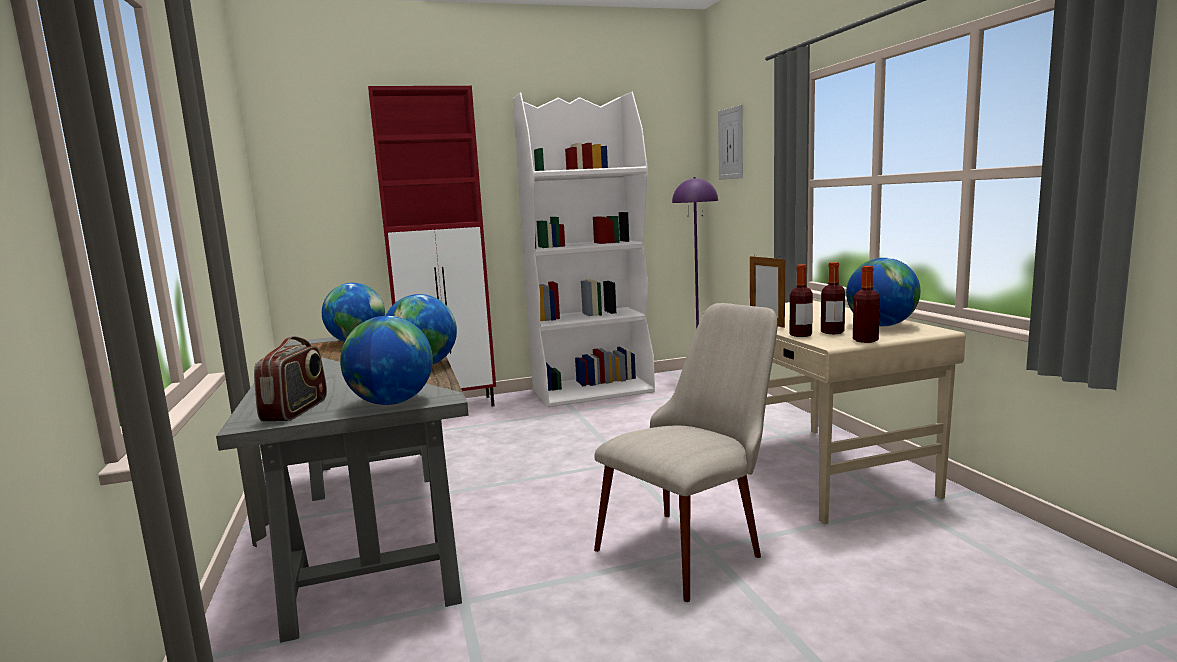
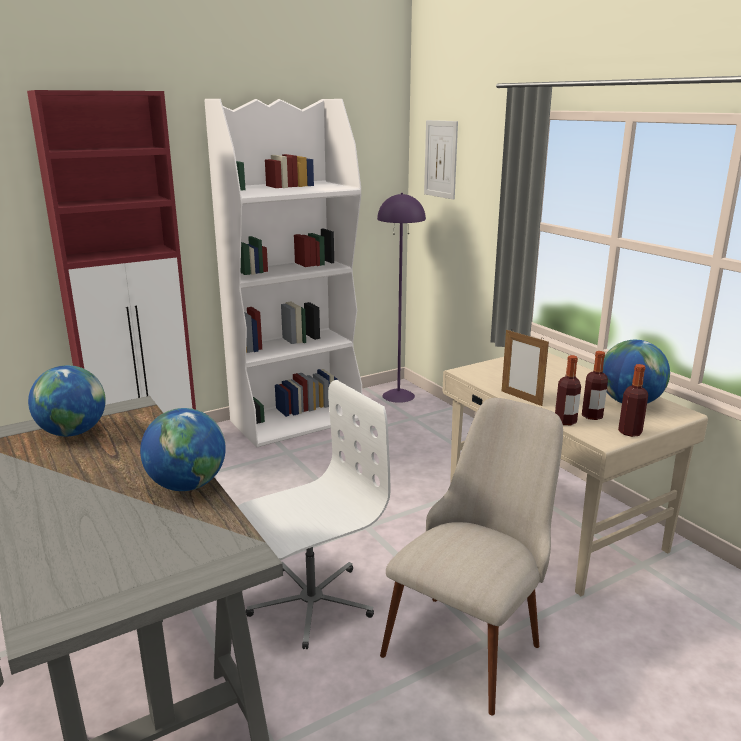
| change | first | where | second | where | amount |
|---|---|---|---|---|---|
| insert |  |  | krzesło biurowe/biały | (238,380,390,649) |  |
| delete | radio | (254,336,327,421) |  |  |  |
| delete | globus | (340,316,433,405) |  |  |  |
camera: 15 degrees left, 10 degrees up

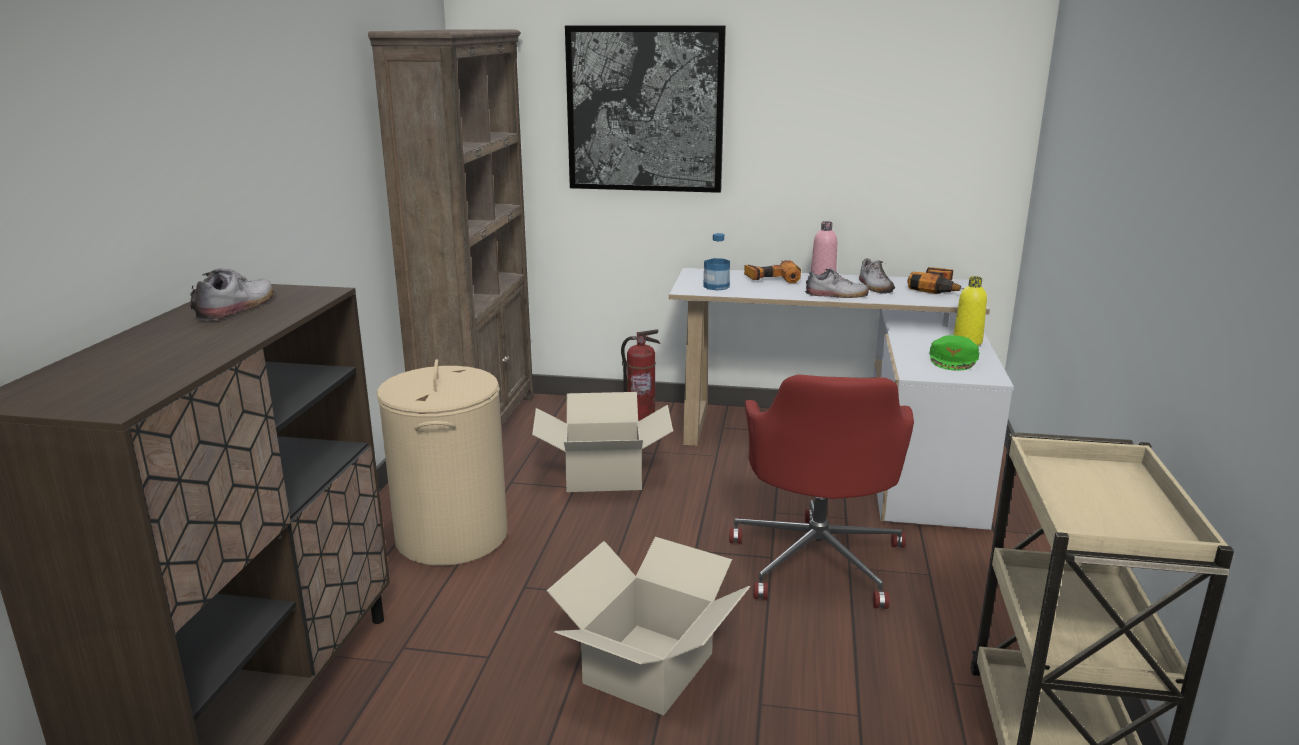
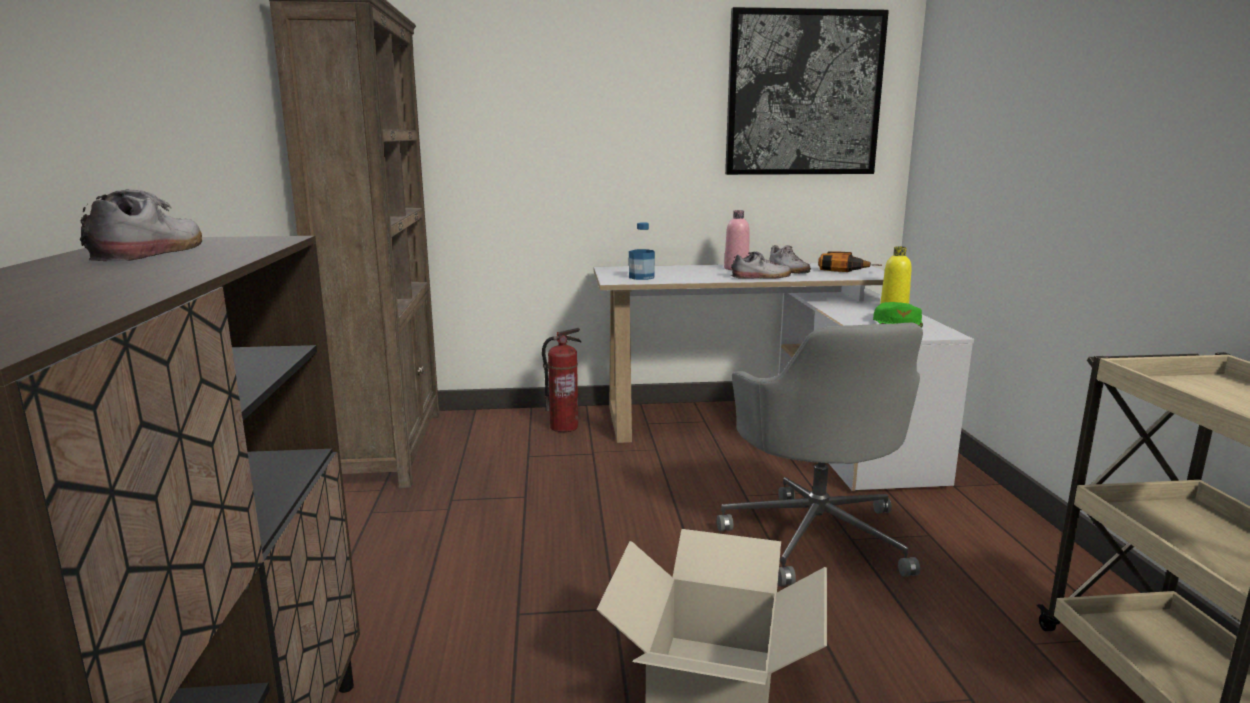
| change | first | where | second | where | amount |
|---|---|---|---|---|---|
| recolor | krzesło biurowe/czerwony | (730,375,914,609) | krzesło biurowe/szary | (717,322,923,586) |  |
| move | obraz | (565,25,726,193) |  | (725,7,889,175) |  |
| delete | kosz na pranie/beżowy | (377,359,508,566) |  |  |  |
| delete | karton | (532,392,673,492) |  |  |  |
| delete | wiertarka | (744,261,801,283) |  |  |  |
camera: 15 degrees left, 5 degrees down

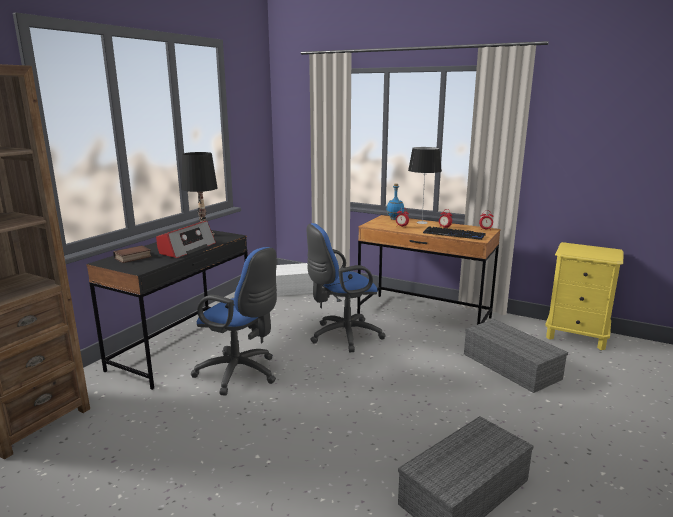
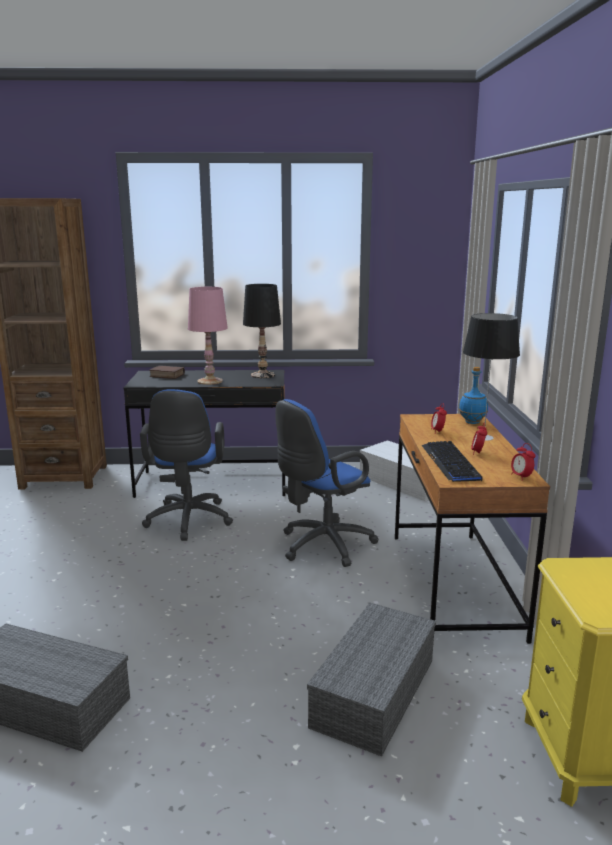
| change | first | where | second | where | amount |
|---|---|---|---|---|---|
| replace | radio | (156,221,216,258) | lampa stołowa/różowy | (188,287,228,385) |  |
| rotate | krzesło biurowe/niebieski | (307,223,385,352) |  | (275,399,379,567) | 75 degrees counterclockwise |
camera: 60 degrees right, 0 degrees up

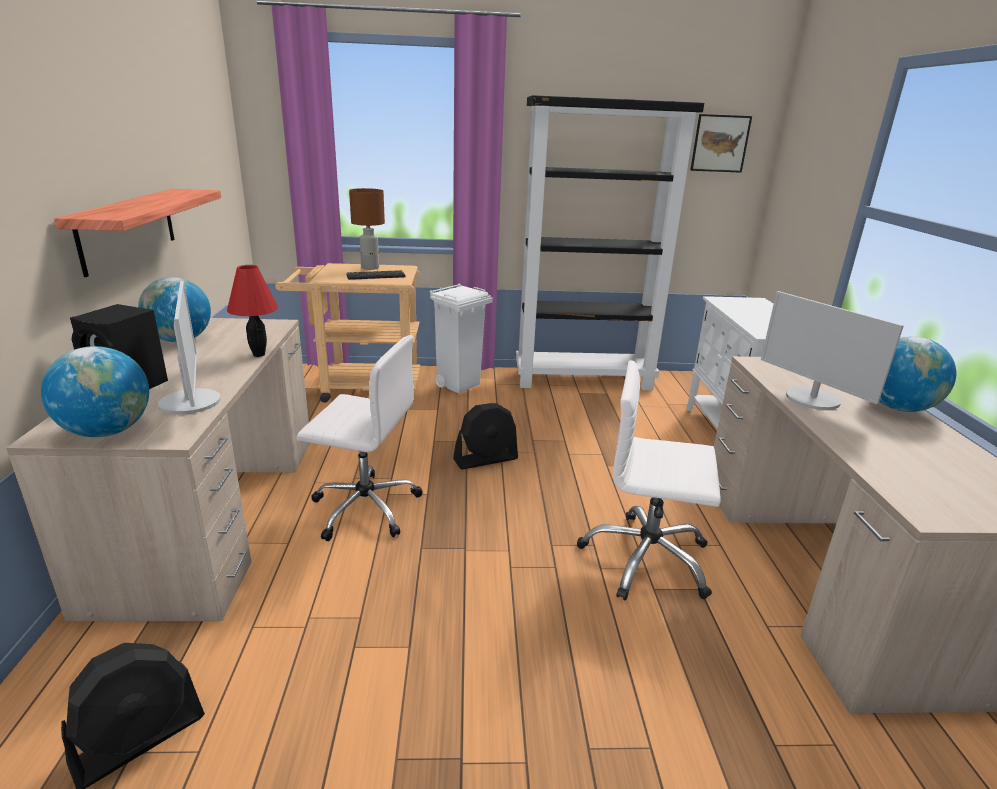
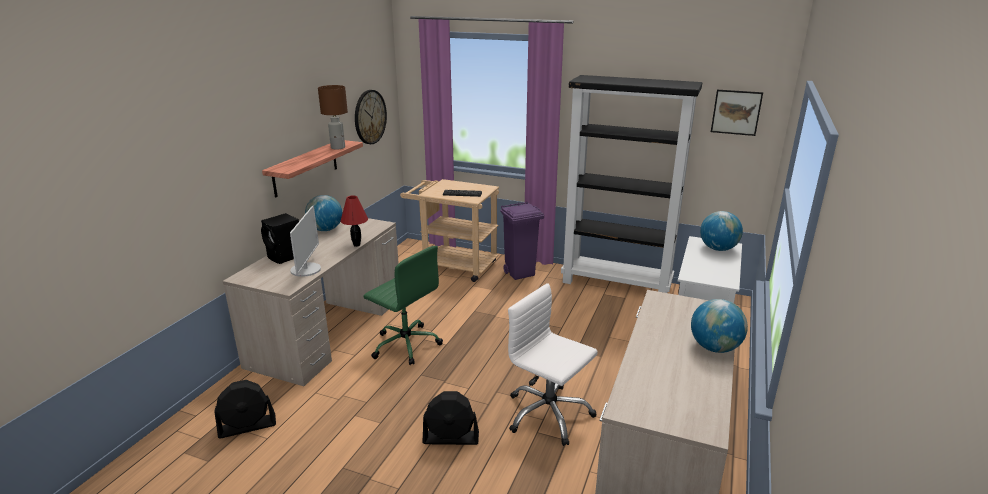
| change | first | where | second | where | amount |
|---|---|---|---|---|---|
| move | lampa stołowa/brązowy | (349,188,385,270) |  | (318,85,348,150) |  |
| insert |  |  | zegar ścienny | (355,90,387,144) |  |
| recolor | krzesło biurowe/biały | (297,335,423,541) | krzesło biurowe/zielony | (363,246,443,365) |  |
| move | wentylator/czarny | (453,403,518,469) |  | (422,391,479,445) |  |
| recolor | kosz na śmieci/biały | (430,284,493,393) | kosz na śmieci/fioletowy | (500,201,544,280) |  |
| move | globus | (41,346,149,437) |  | (700,211,743,251) |  |
| delete | monitor | (761,291,904,410) |  |  |  |
camera: 25 degrees right, 0 degrees up

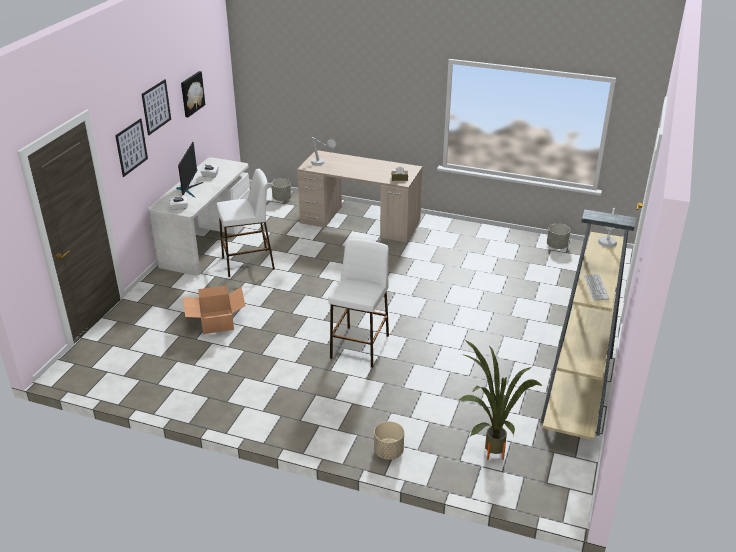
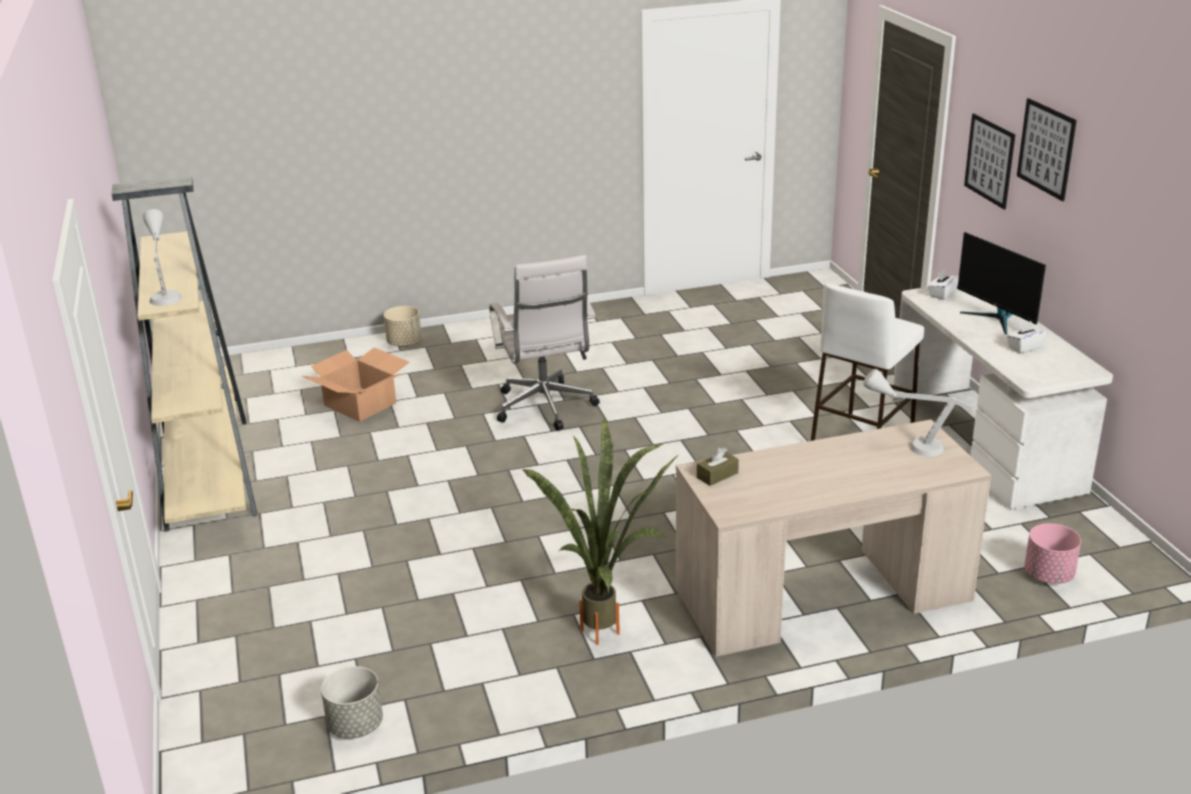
| change | first | where | second | where | amount |
|---|---|---|---|---|---|
| move | karton | (183,285,245,334) |  | (302,347,410,422) |  |
| replace | stołek/biały | (328,238,389,368) | krzesło biurowe/biały | (489,255,600,431) |  |
| move | roślina doniczkowa | (459,340,542,460) |  | (522,417,680,645) |  |
| recolor | donica/szary | (271,178,292,201) | donica/różowy | (1024,523,1081,584) |  |
| delete | obraz | (181,71,205,117) |  |  |  |
| delete | klawiatura | (584,274,609,300) |  |  |  |
camera: 145 degrees right, 5 degrees down

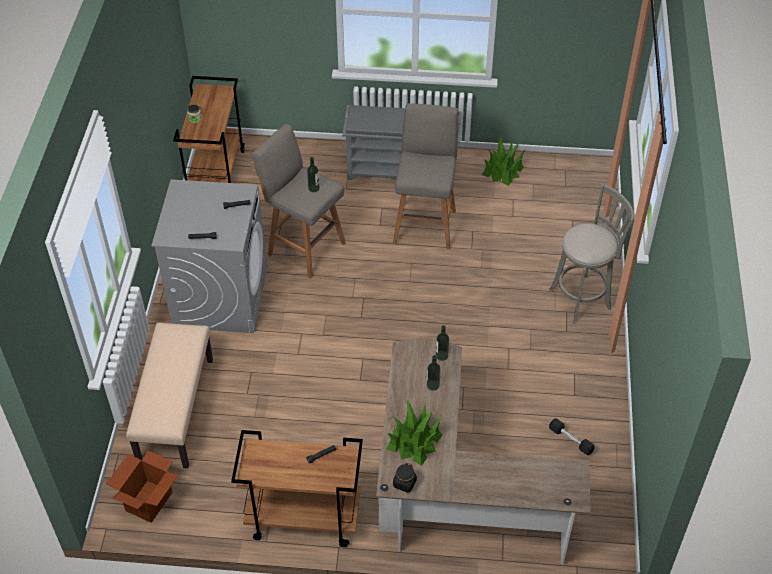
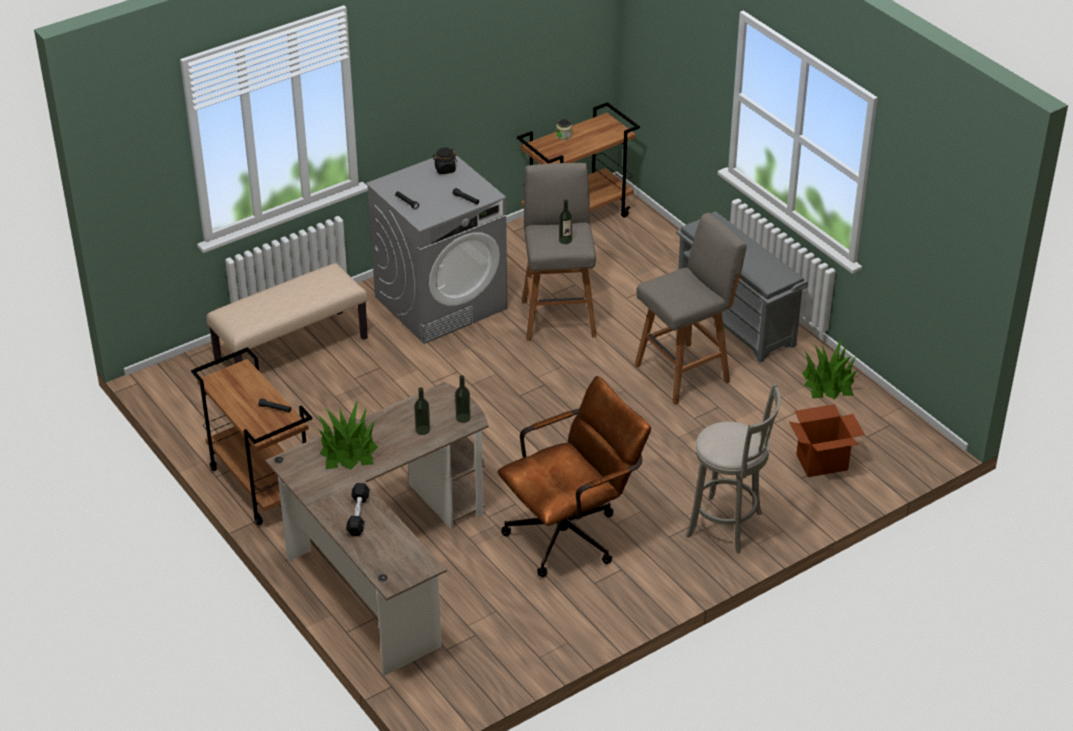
| change | first | where | second | where | amount |
|---|---|---|---|---|---|
| move | hantel/czarny | (549,418,595,455) |  | (346,483,370,536) |  |
| move | słoik/czarny | (393,463,417,493) |  | (432,147,457,174) |  |
| insert |  |  | krzesło biurowe/brązowy | (497,376,651,577) |  |
| move | karton | (106,451,178,523) |  | (789,404,865,477) |  |
camera: 50 degrees right, 10 degrees down

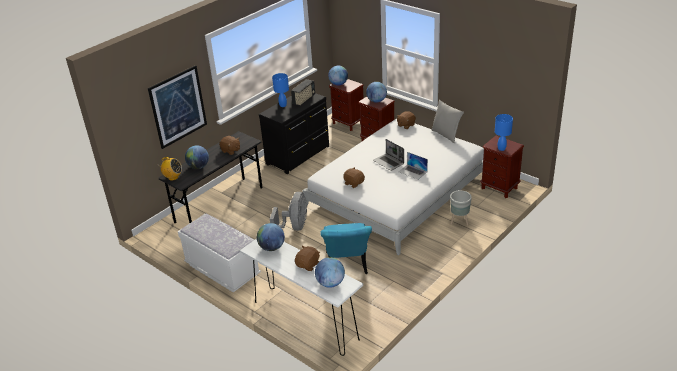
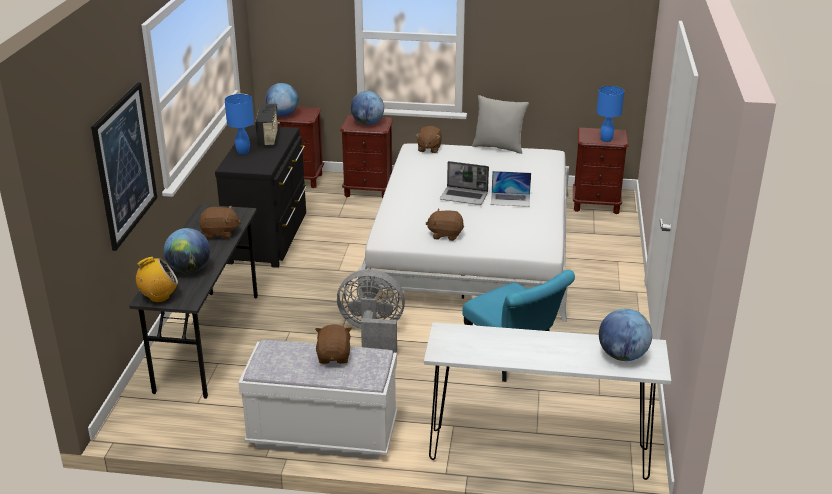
| change | first | where | second | where | amount |
|---|---|---|---|---|---|
| move | pluszak/brązowy | (295,246,320,271) |  | (315,324,352,364) |  |
| rotate | wentylator/szary | (270,192,307,231) |  | (337,269,405,353) | 60 degrees counterclockwise |
| delete | globus | (257,223,285,251) |  |  |  |
| delete | donica/szary | (450,190,472,226) |  |  |  |
camera: 35 degrees left, 5 degrees down

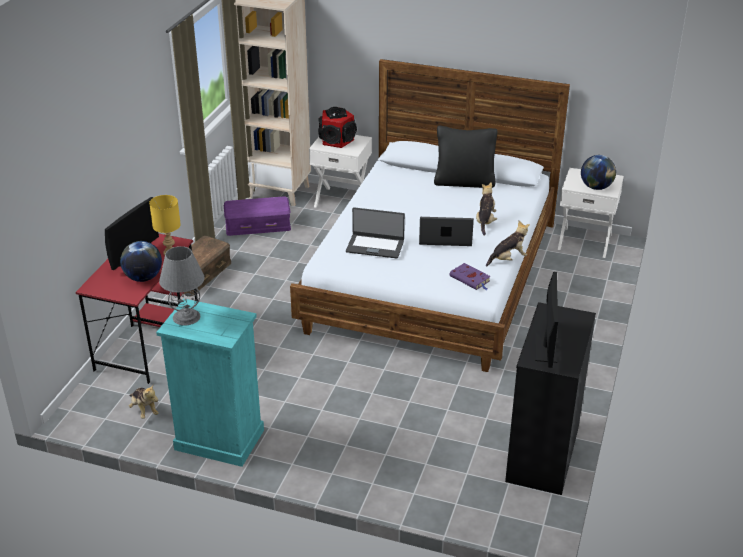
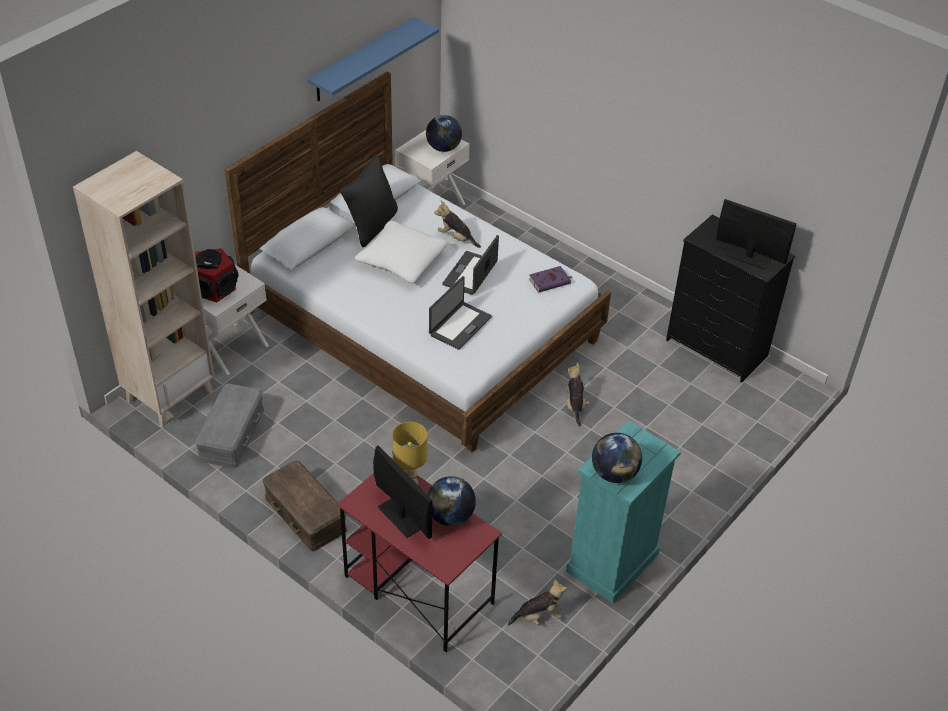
| change | first | where | second | where | amount |
|---|---|---|---|---|---|
| recolor | pojemnik do przechowywania/fioletowy | (224,196,291,236) | pojemnik do przechowywania/szary | (195,383,264,468) |  |
| insert |  |  | półka/niebieski | (307,17,439,101) |  |
| insert |  |  | poduszka/biały | (354,220,448,283) |  |
| move | pluszak | (486,221,530,267) |  | (567,363,590,426) |  |
| replace | lampa stołowa/szary | (159,246,205,325) | globus | (592,433,642,483) |  |
camera: 70 degrees left, 10 degrees up

